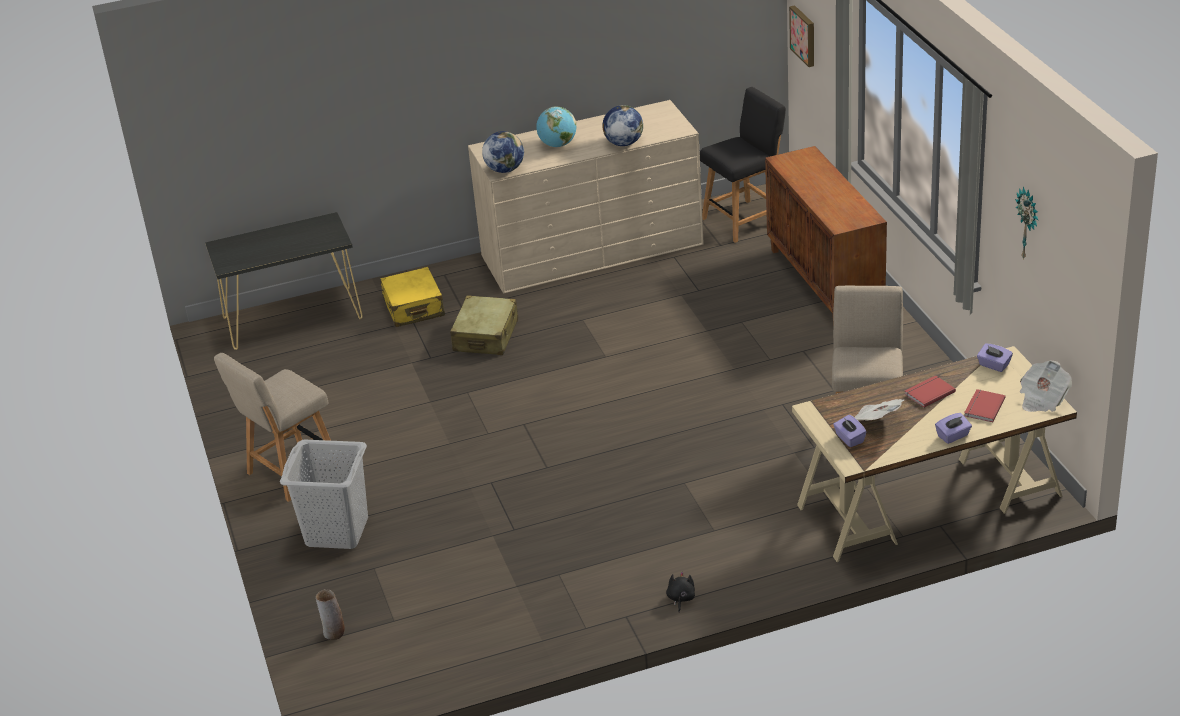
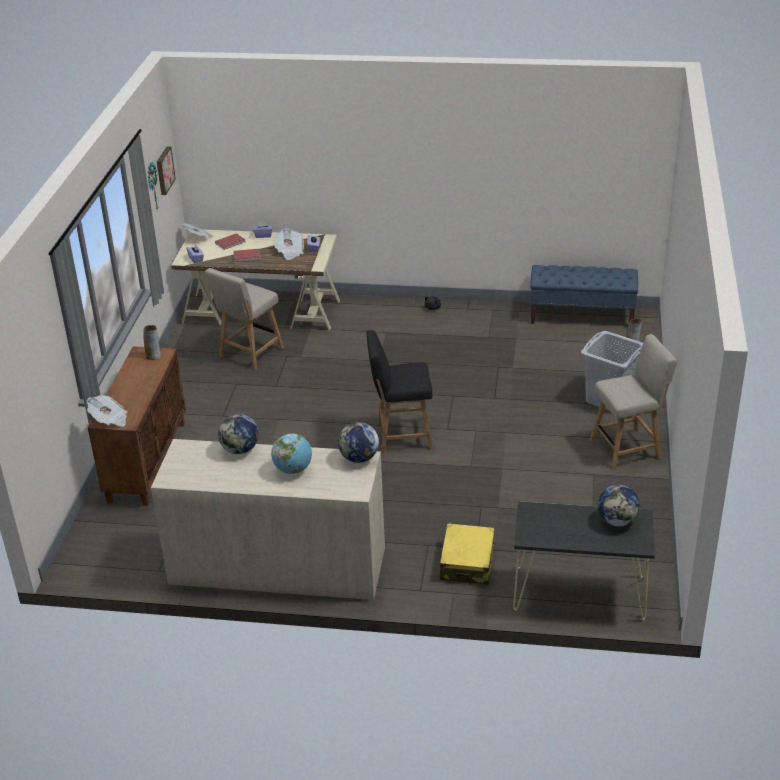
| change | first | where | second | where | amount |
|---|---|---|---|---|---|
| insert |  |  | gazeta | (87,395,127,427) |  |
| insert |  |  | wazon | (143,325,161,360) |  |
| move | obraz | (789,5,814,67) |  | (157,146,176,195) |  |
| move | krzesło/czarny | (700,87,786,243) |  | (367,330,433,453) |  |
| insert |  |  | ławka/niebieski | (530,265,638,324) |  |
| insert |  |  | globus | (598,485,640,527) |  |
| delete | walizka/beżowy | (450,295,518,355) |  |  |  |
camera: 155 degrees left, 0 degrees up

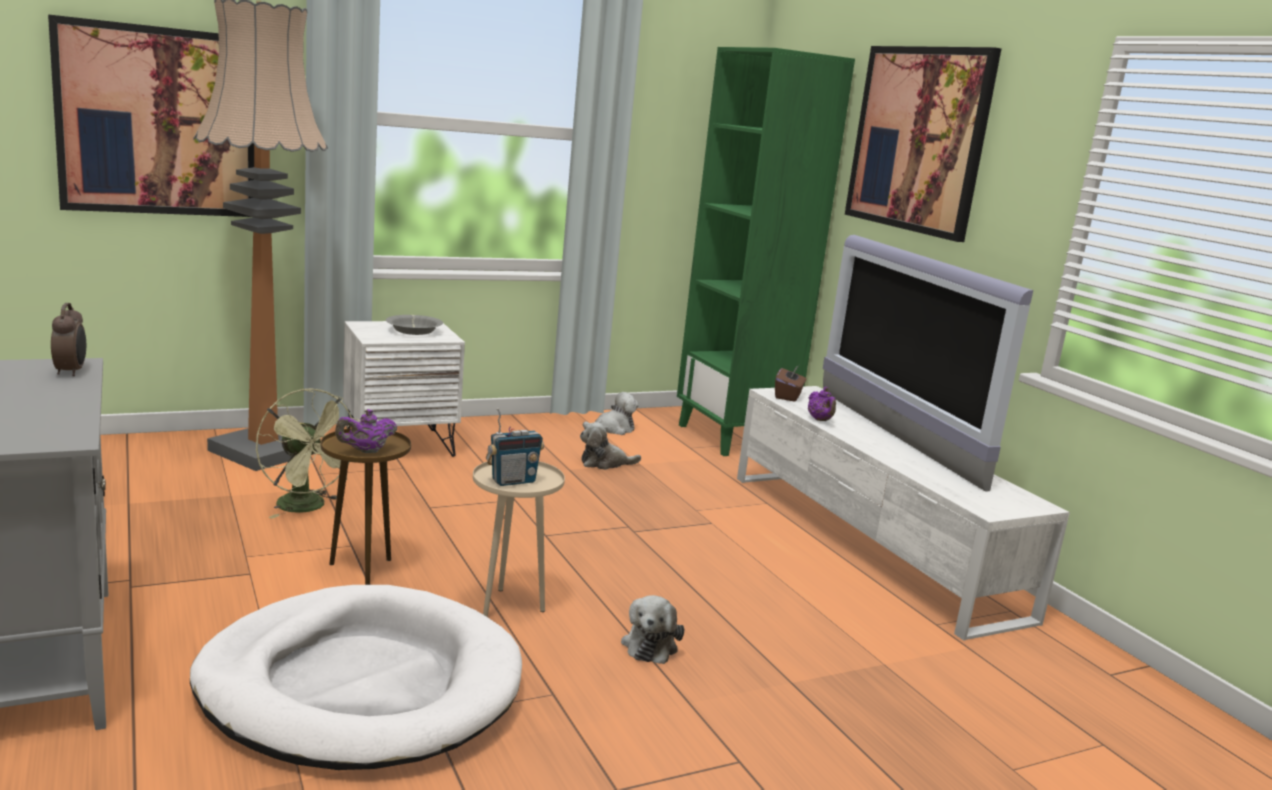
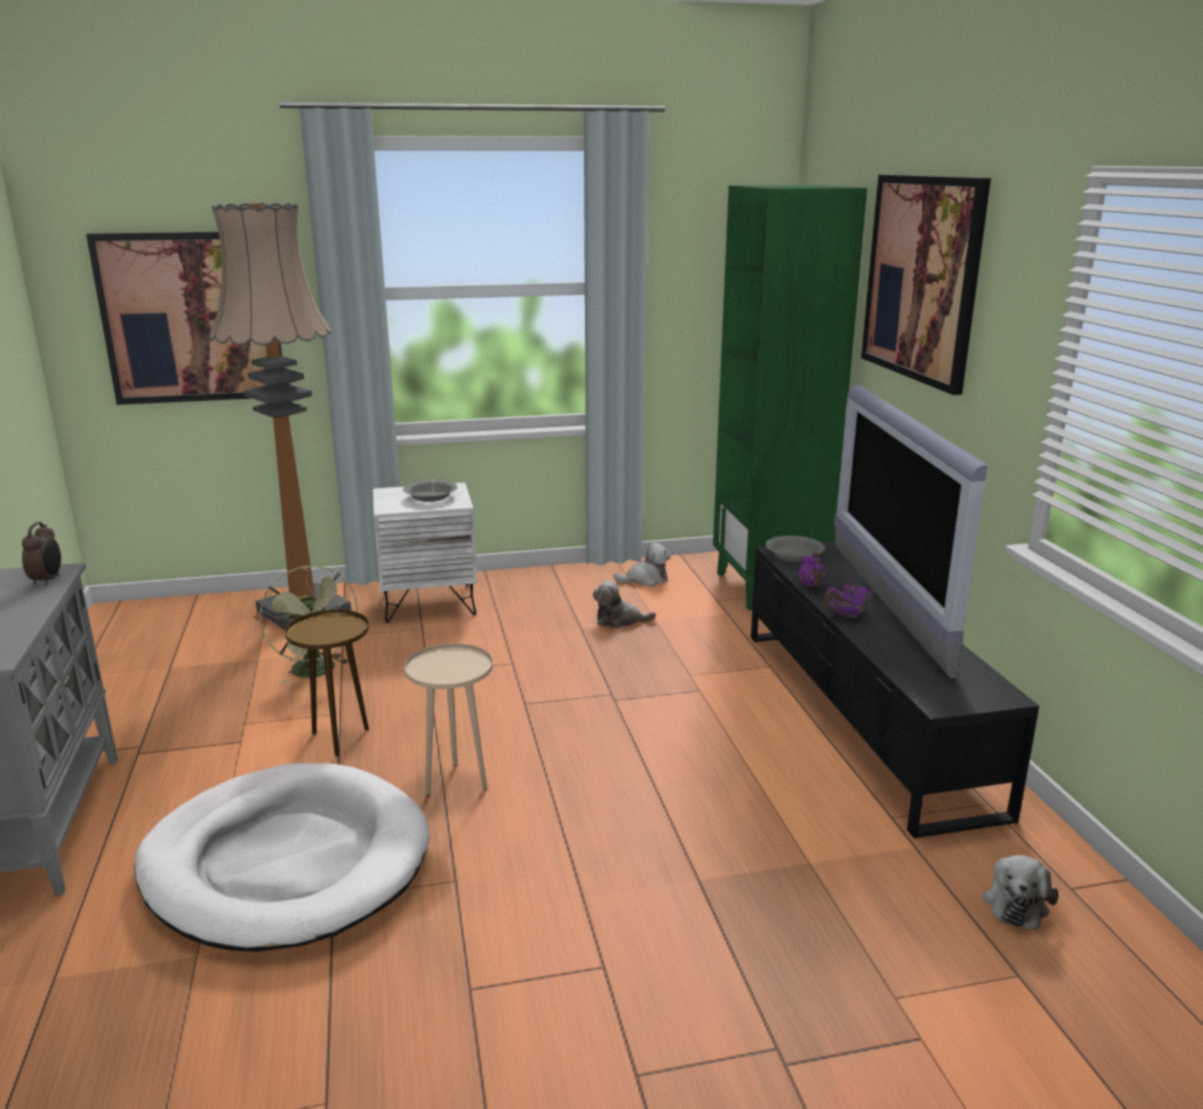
| change | first | where | second | where | amount |
|---|---|---|---|---|---|
| recolor | szafka pod telewizor/biały | (737,386,1070,641) | szafka pod telewizor/czarny | (751,541,1039,839) |  |
| replace | pudełko chusteczek/brązowy | (775,365,806,402) | miska/szary | (765,536,825,562) |  |
| move | imbryk/fioletowy | (335,409,397,453) |  | (822,580,872,618) |  |
| move | pluszak | (621,595,684,664) |  | (982,855,1058,930) |  |
| delete | radio | (486,408,544,486) |  |  |  |
camera: 15 degrees right, 5 degrees up

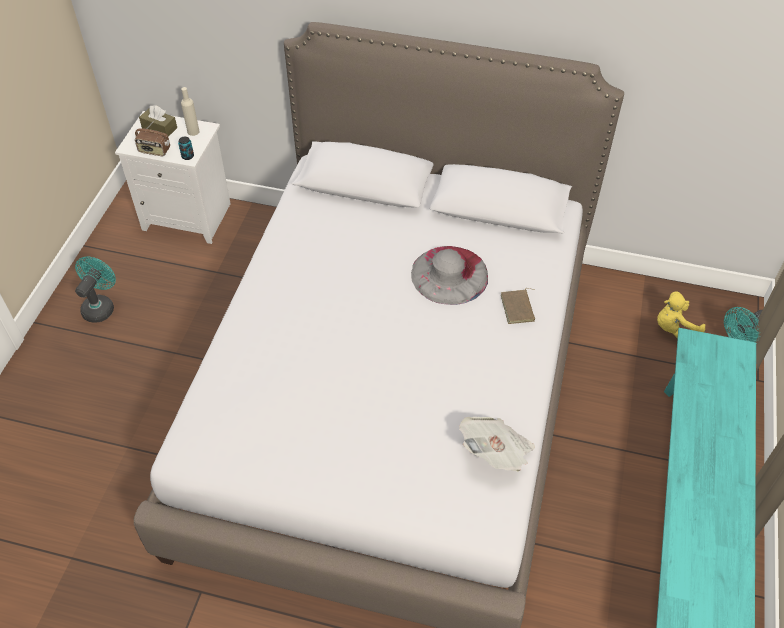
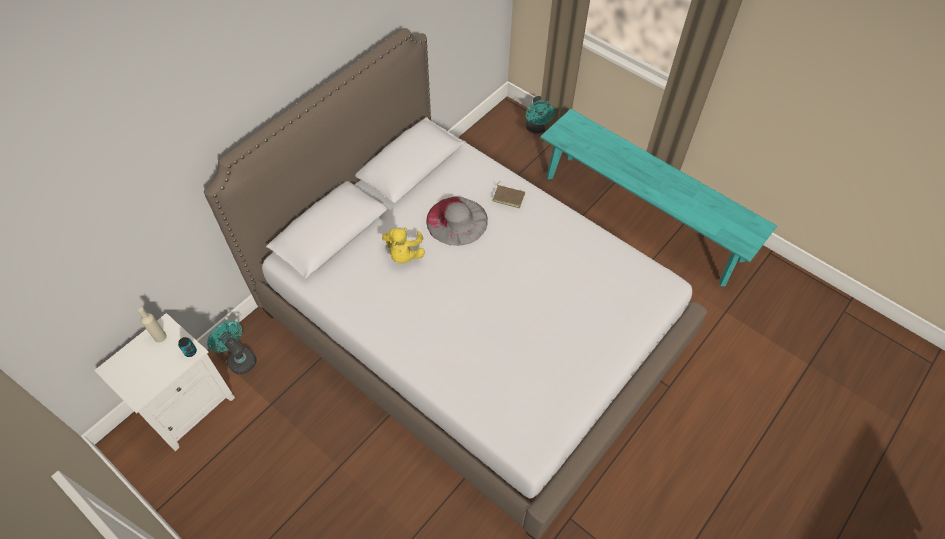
| change | first | where | second | where | amount |
|---|---|---|---|---|---|
| move | wentylator/turkusowy | (75,256,116,323) |  | (207,321,257,375) |  |
| move | pluszak/żółty | (657,292,705,338) |  | (382,227,425,263) |  |
| delete | radio | (135,120,170,157) |  |  |  |
| delete | pudełko chusteczek/brązowy | (139,105,177,137) |  |  |  |
| delete | gazeta | (459,417,535,472) |  |  |  |
camera: 65 degrees left, 5 degrees up

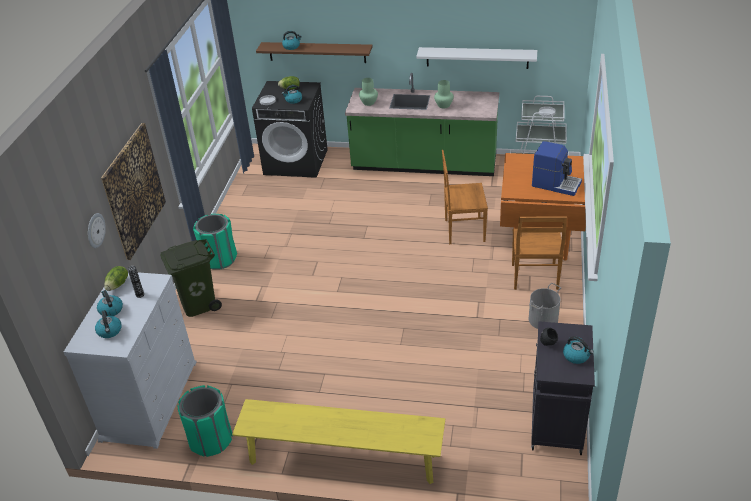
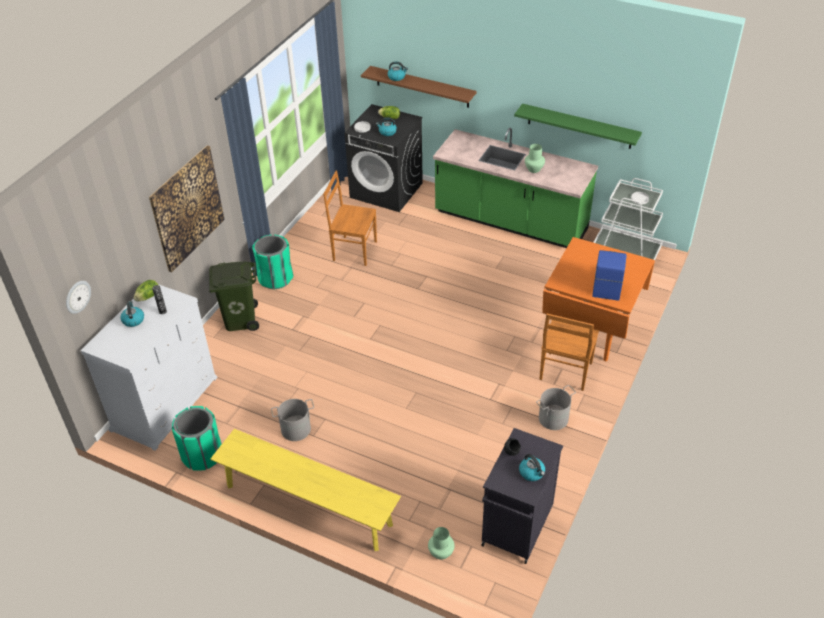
| change | first | where | second | where | amount |
|---|---|---|---|---|---|
| move | zegar ścienny | (88,213,106,248) |  | (66,281,91,314) |  |
| insert |  |  | wiadro/szary | (271,399,314,441) |  |
| move | krzesło/brązowy | (442,150,488,244) |  | (323,171,377,266) |  |
| move | wazon/zielony | (359,78,378,106) |  | (428,527,455,560) |  |
| recolor | półka/biały | (416,47,537,69) | półka/zielony | (514,103,642,149) |  |
| rotate | ekspres do kawy | (532,141,582,196) |  | (592,250,627,301) | 120 degrees counterclockwise |
| delete | czajnik | (95,310,122,338) |  |  |  |
camera: 15 degrees right, 5 degrees up

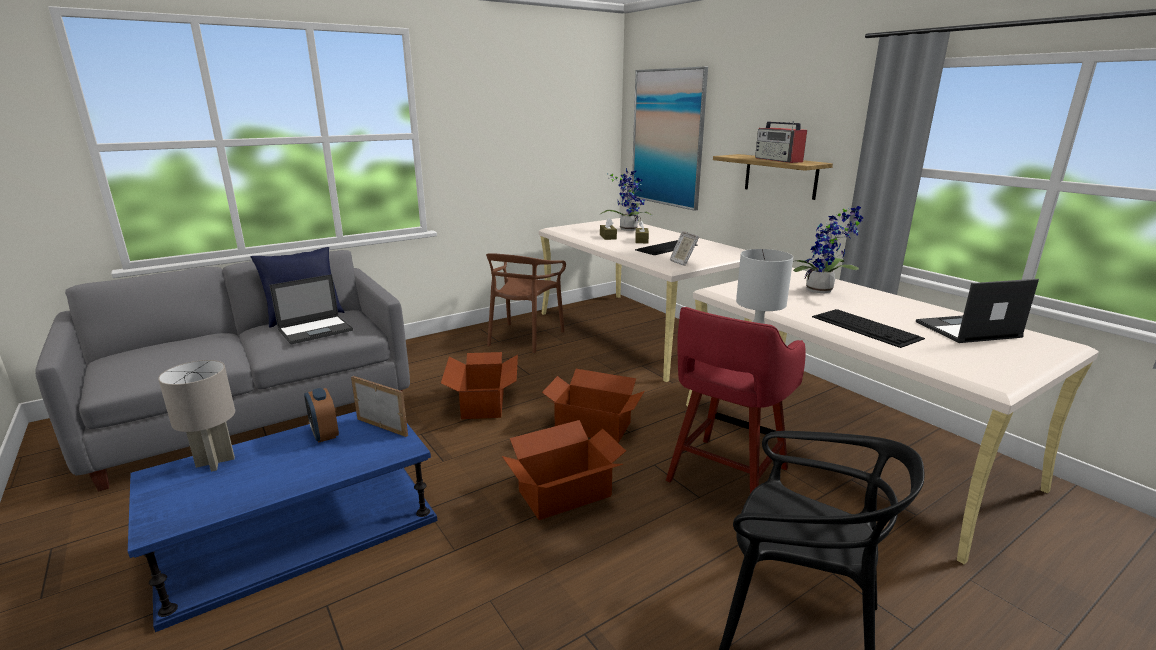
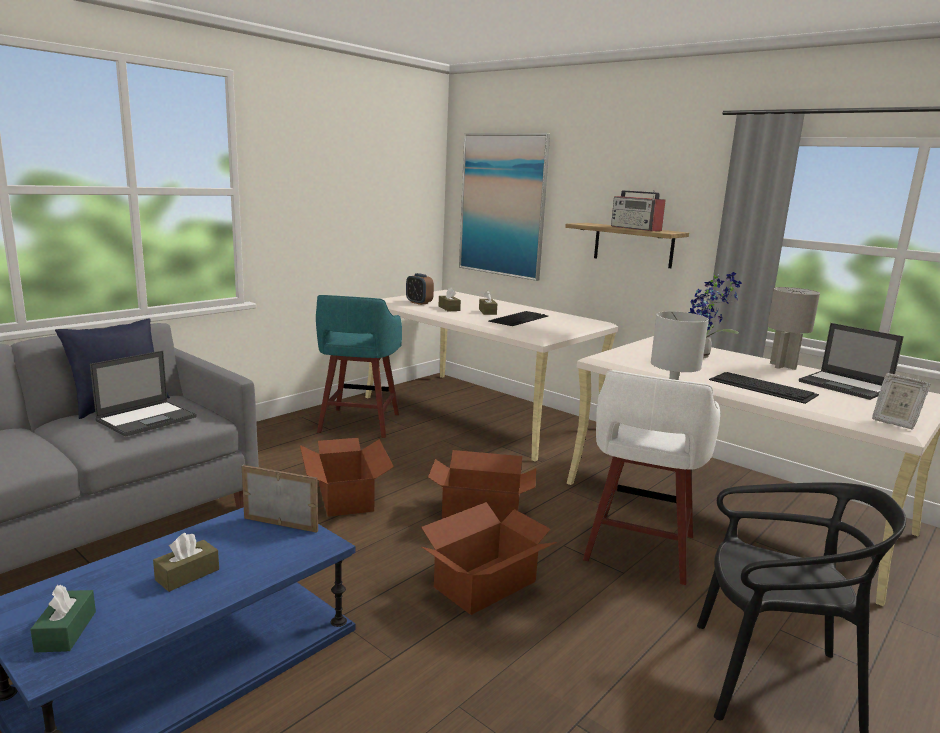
| change | first | where | second | where | amount |
|---|---|---|---|---|---|
| insert |  |  | pudełko chusteczek/zielony | (30,585,96,653) |  |
| insert |  |  | pudełko chusteczek/brązowy | (153,533,219,592) |  |
| replace | krzesło/brązowy | (486,253,566,353) | stołek/turkusowy | (316,295,402,438) |  |
| move | budzik | (304,388,339,443) |  | (406,273,434,305) |  |
| recolor | stołek/czerwony | (666,307,806,493) | stołek/biały | (583,370,720,585) |  |
| move | lampa stołowa/szary | (158,360,235,472) |  | (767,287,820,370) |  |
| rotate | laptop | (916,279,1039,343) |  | (799,323,904,400) | 105 degrees counterclockwise |
| move | ramka na zdjęcie | (670,231,700,266) |  | (872,373,931,430) |  |
| delete | roślina doniczkowa | (600,167,652,231) |  |  |  |
camera: 15 degrees left, 5 degrees down

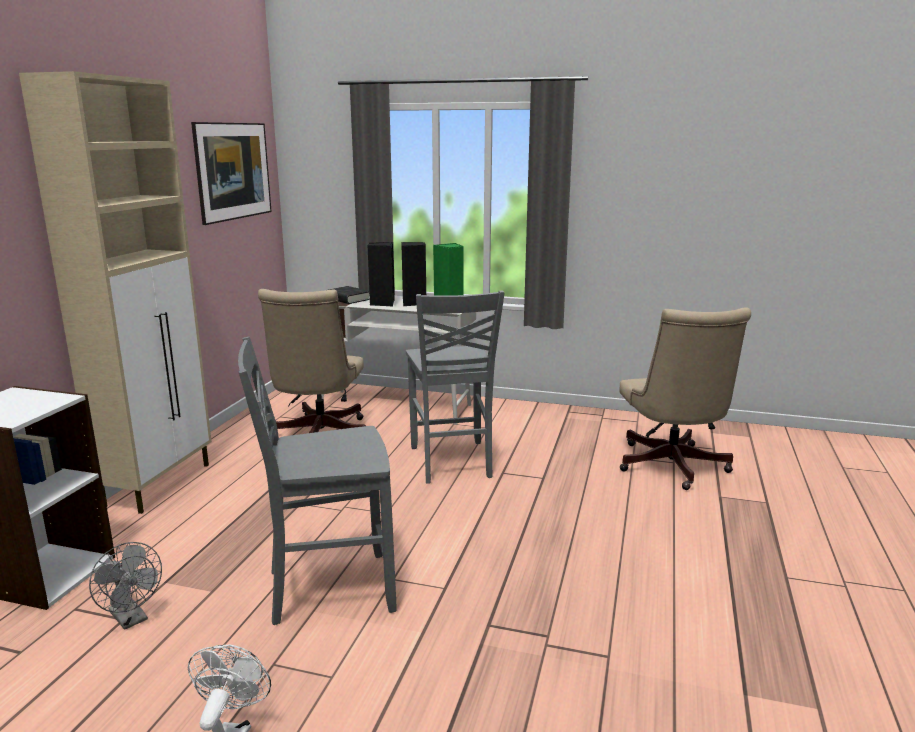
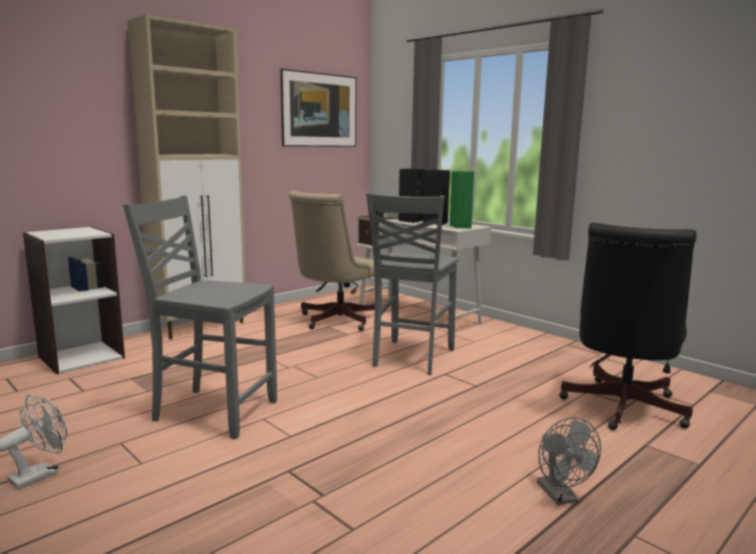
| change | first | where | second | where | amount |
|---|---|---|---|---|---|
| move | wentylator/szary | (89,542,162,630) |  | (537,417,601,505) |  |
| recolor | krzesło biurowe/beżowy | (620,307,751,490) | krzesło biurowe/czarny | (559,223,697,430) |  |
camera: 30 degrees right, 5 degrees down

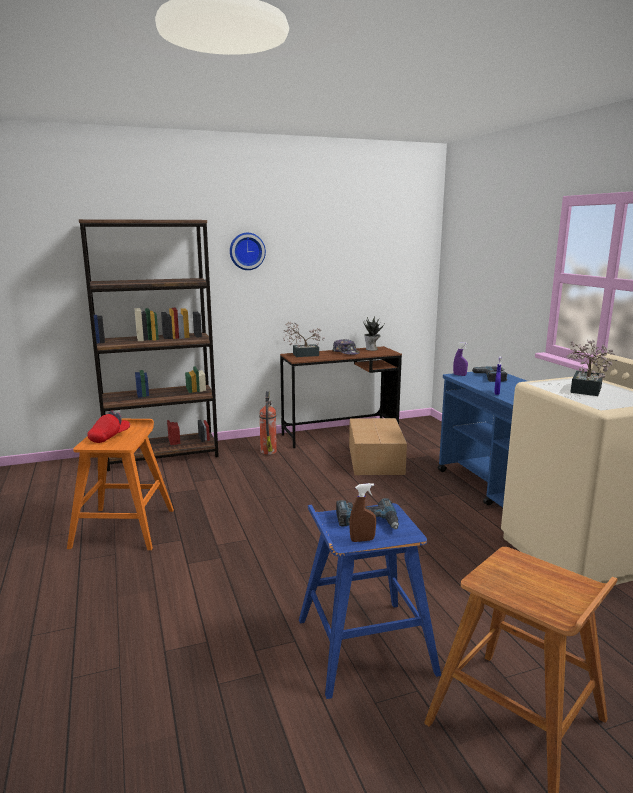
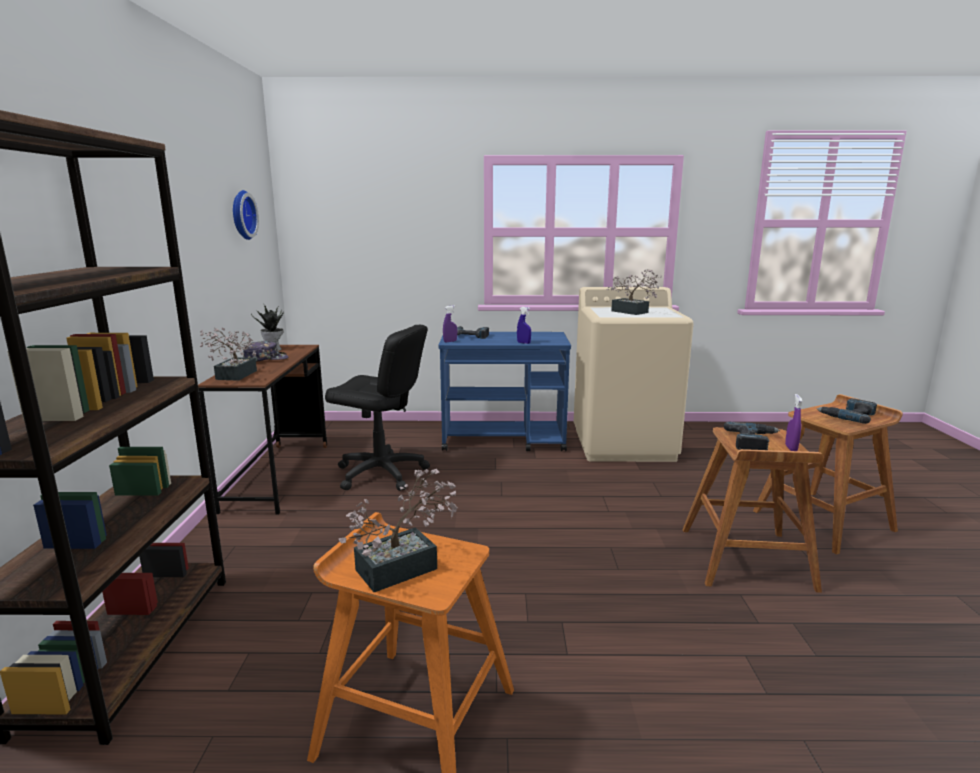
| change | first | where | second | where | amount |
|---|---|---|---|---|---|
| move | zegar ścienny | (230,233,266,270) |  | (233,190,259,240) |  |
| replace | karton | (349,418,407,475) | krzesło biurowe/czarny | (325,325,430,491) |  |
| replace | czapka z daszkiem/czerwony | (88,410,130,443) | roślina doniczkowa | (339,469,458,592) |  |
| recolor | stołek/niebieski | (299,503,441,699) | stołek/brązowy | (682,427,823,593) |  |
| recolor | spryskiwacz/brązowy | (349,483,376,542) | spryskiwacz/fioletowy | (785,394,803,451) |  |
| insert |  |  | wiertarka | (817,398,877,424) |  |
| delete | gaśnica | (259,391,277,455) |  |  |  |
camera: 70 degrees left, 0 degrees up

